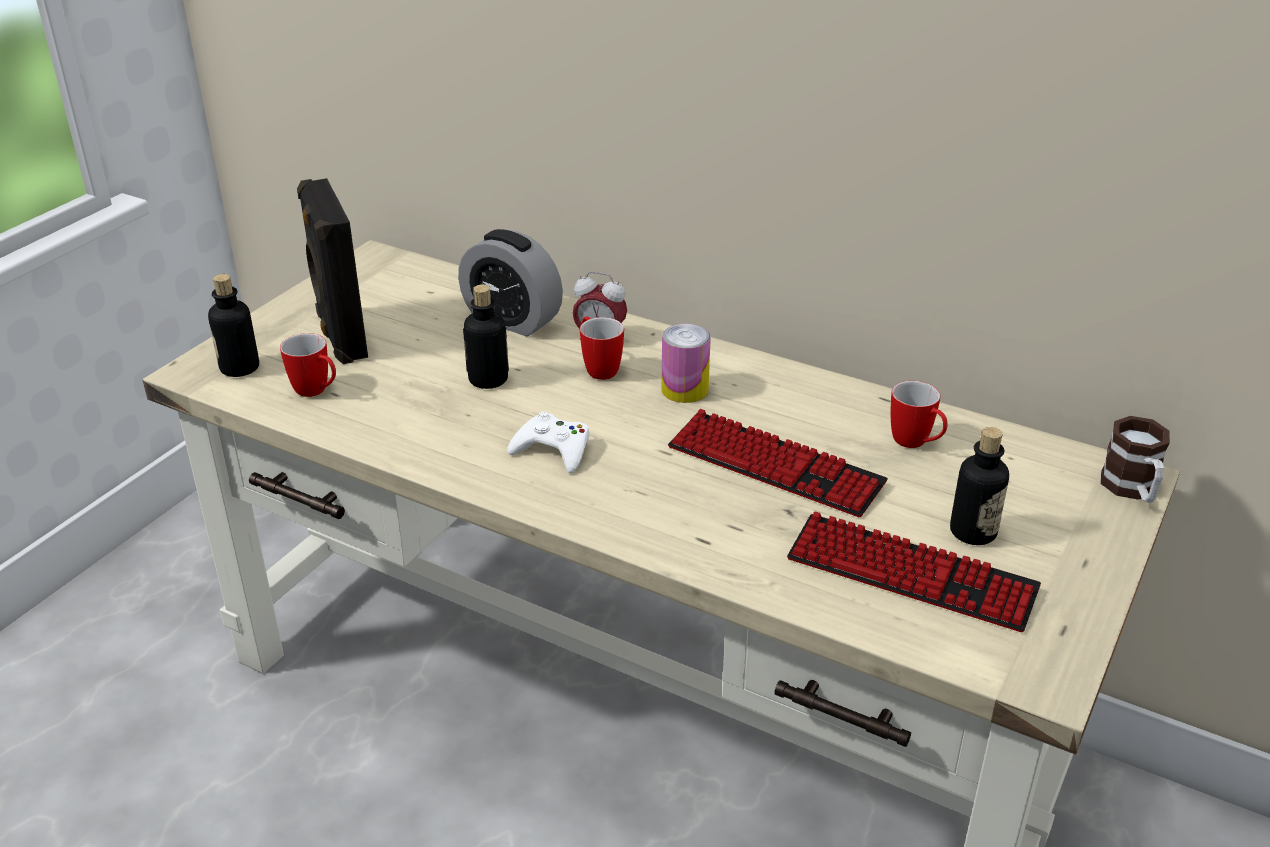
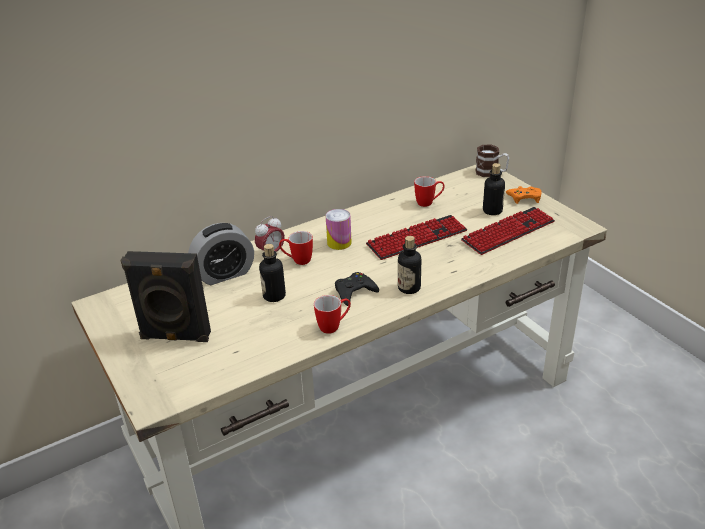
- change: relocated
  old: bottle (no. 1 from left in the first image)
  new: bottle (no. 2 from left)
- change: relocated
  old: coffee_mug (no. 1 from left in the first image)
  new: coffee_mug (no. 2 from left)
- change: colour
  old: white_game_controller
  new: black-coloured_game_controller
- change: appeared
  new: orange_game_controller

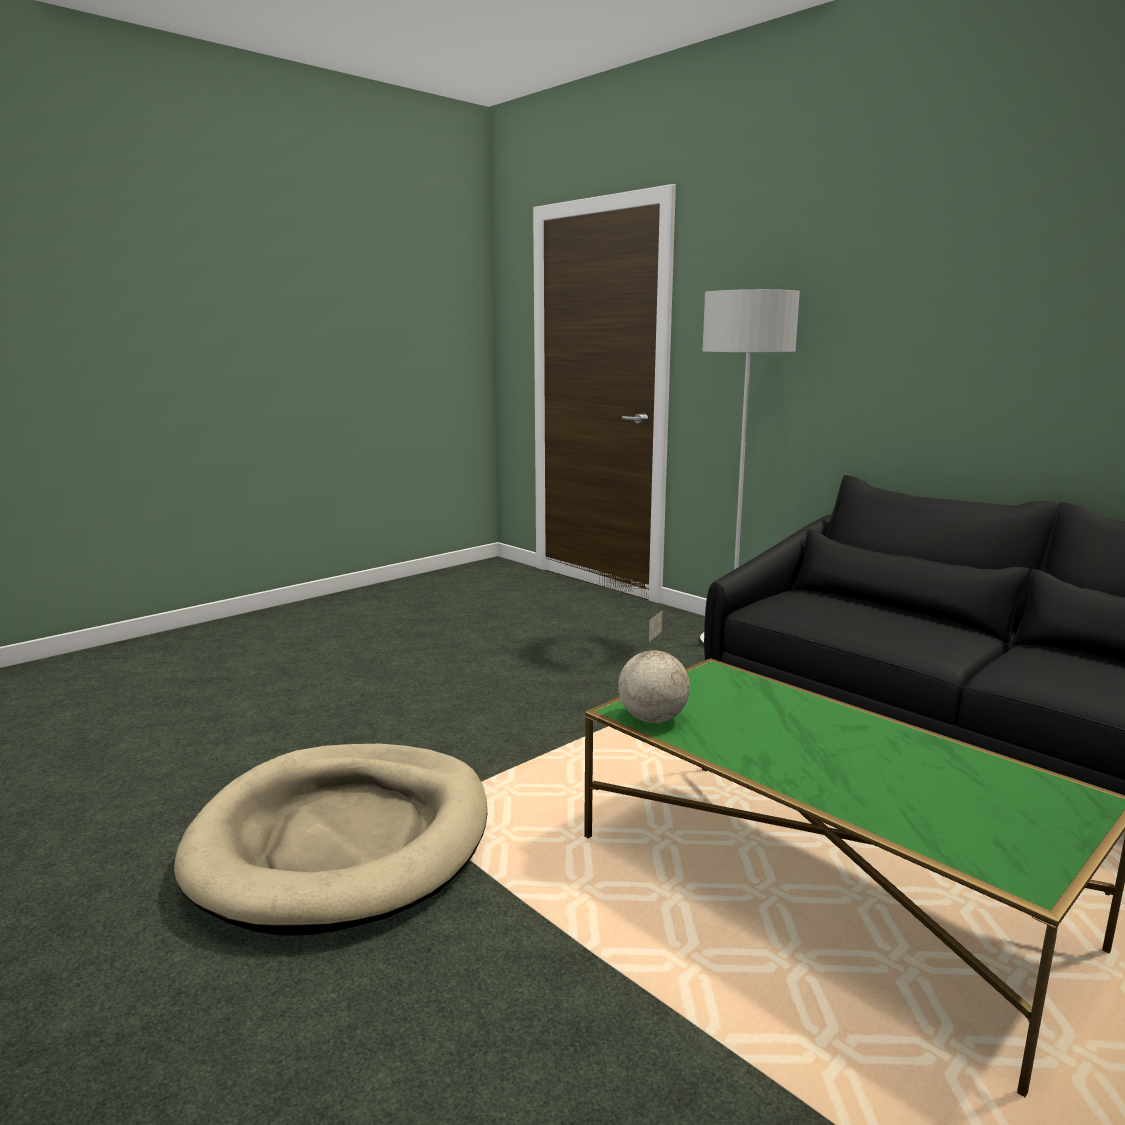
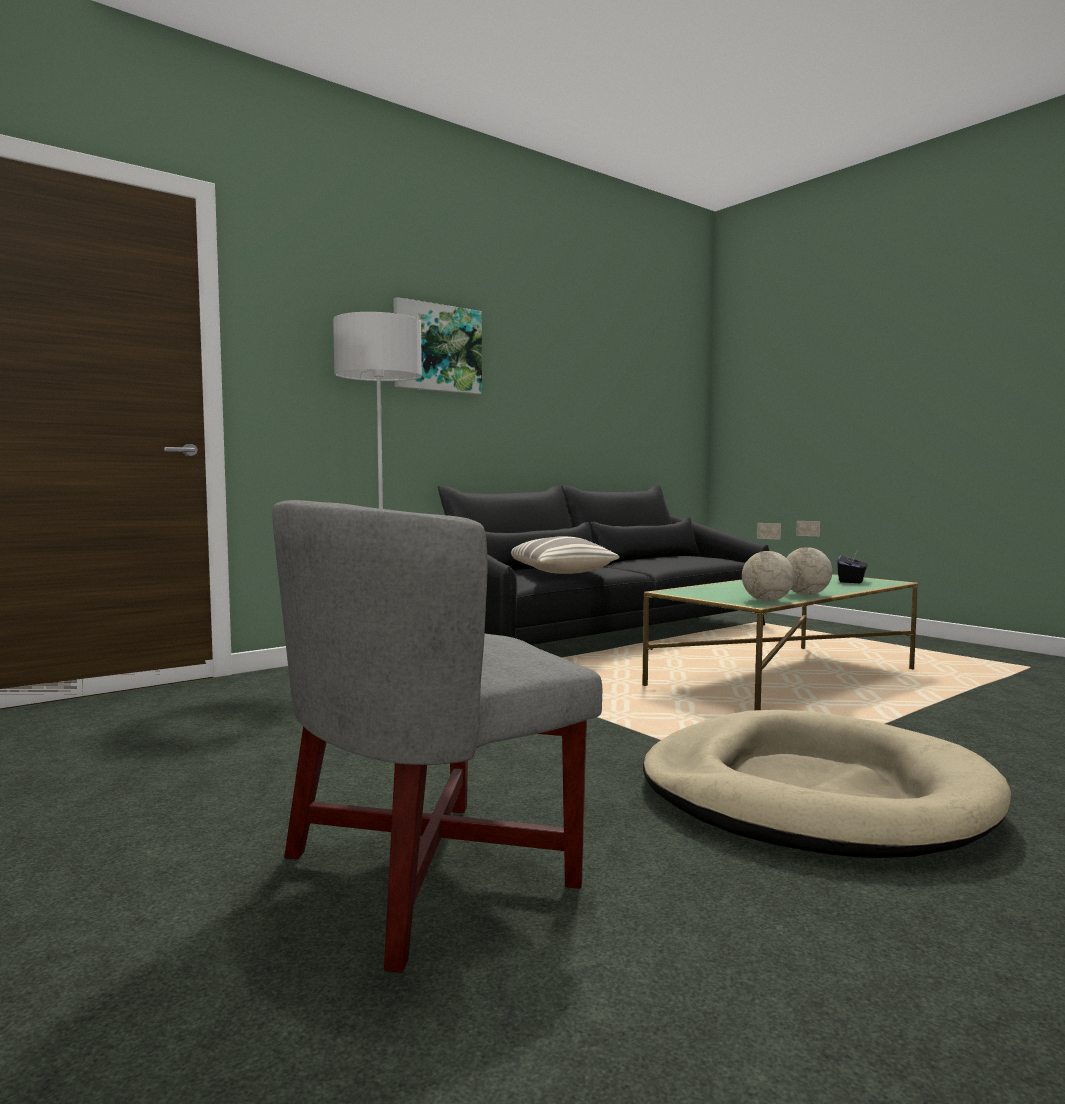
- change: appeared
  new: wall_picture
- change: appeared
  new: gray_armchair
- change: appeared
  new: globe (no. 2 from left)
- change: appeared
  new: pillow
- change: appeared
  new: black-coloured_tissue_box

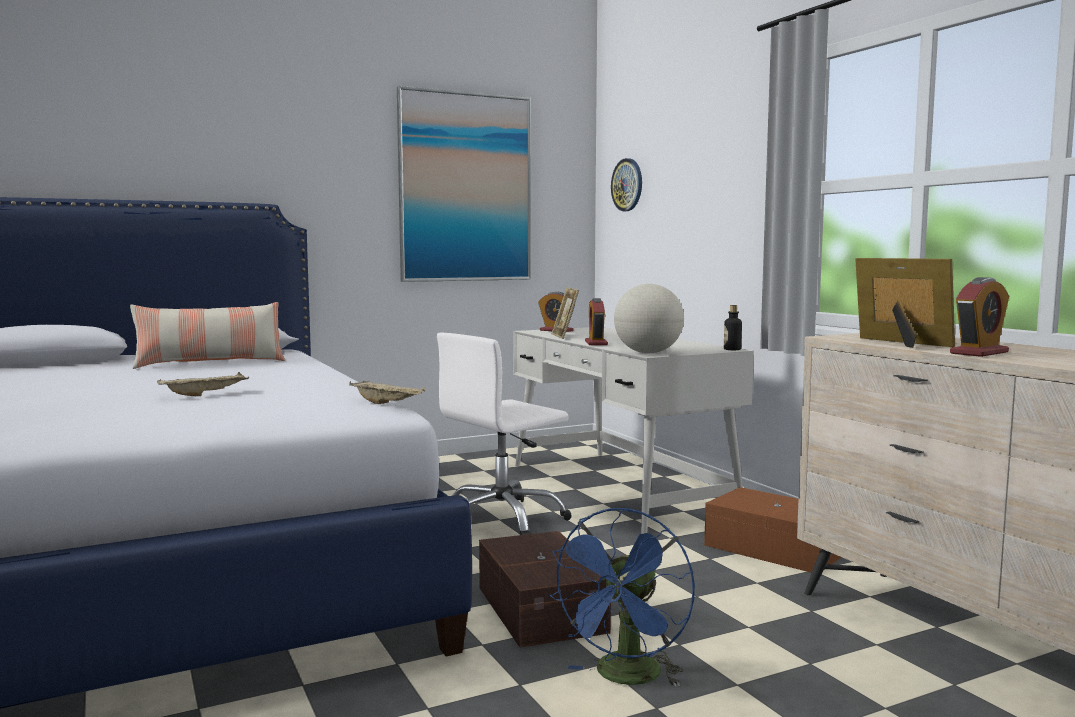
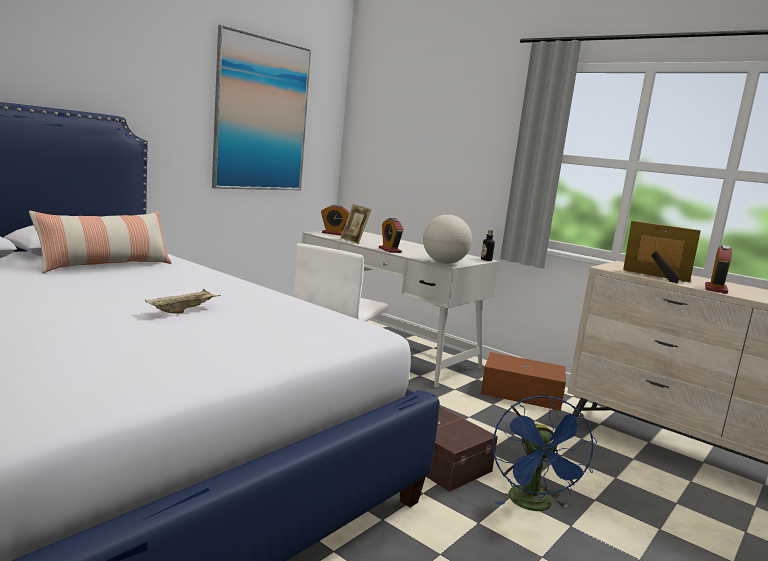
- change: missing
  old: clock_on_the_wall
- change: missing
  old: sand-coloured_tray (no. 2 from left)

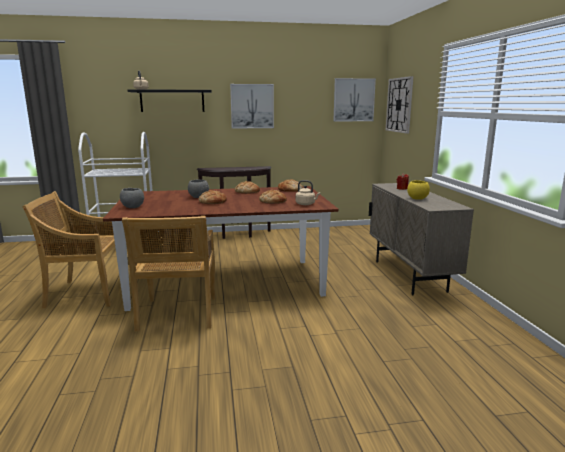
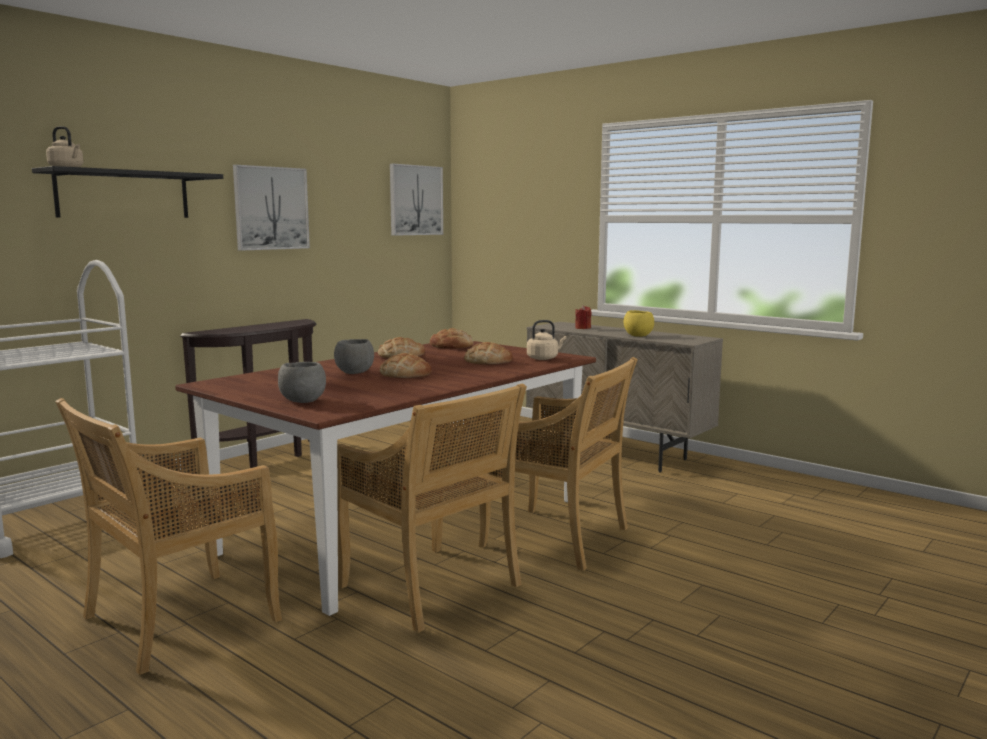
- change: missing
  old: clock_on_the_wall
- change: appeared
  new: sand-coloured_upright_chair (no. 3 from left)

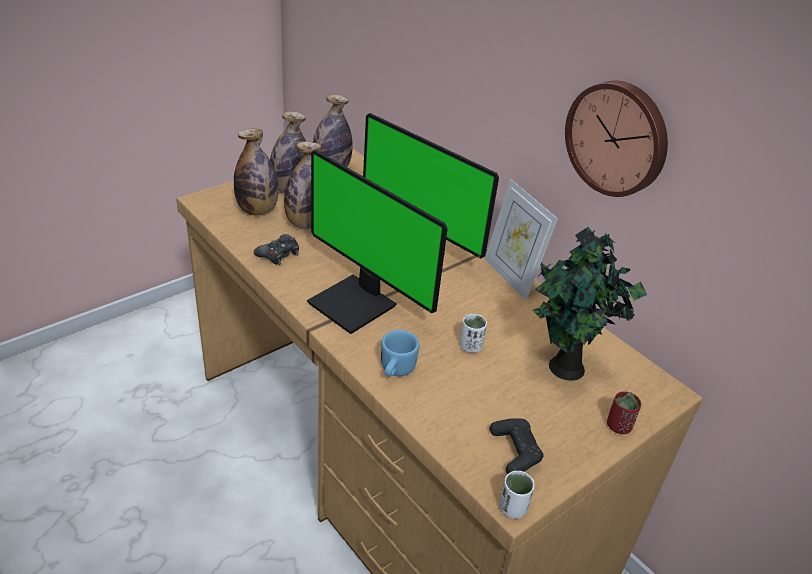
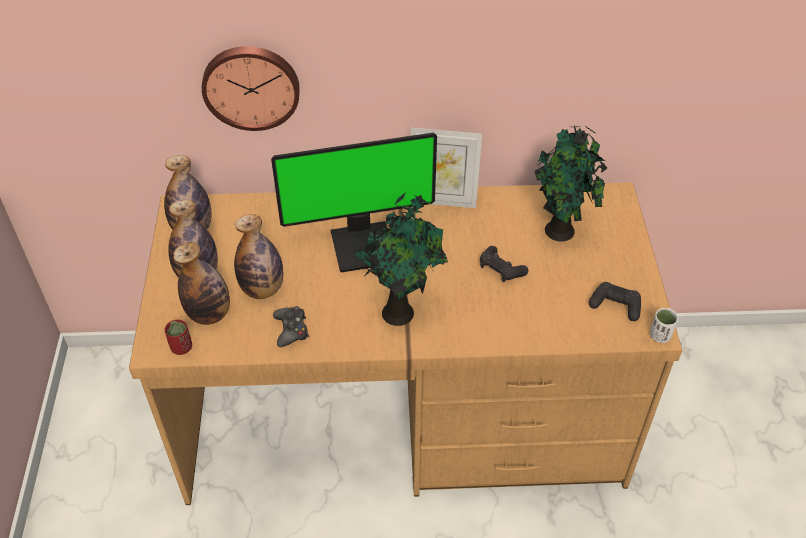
- change: relocated
  old: clock_on_the_wall
- change: exchanged
  old: computer_display (no. 1 from left)
  new: plant_in_a_pot (no. 1 from left)
- change: exchanged
  old: white_small_cup (no. 1 from left)
  new: black-coloured_game_controller (no. 2 from left)
- change: missing
  old: blue_coffee_mug
- change: relocated
  old: red_small_cup

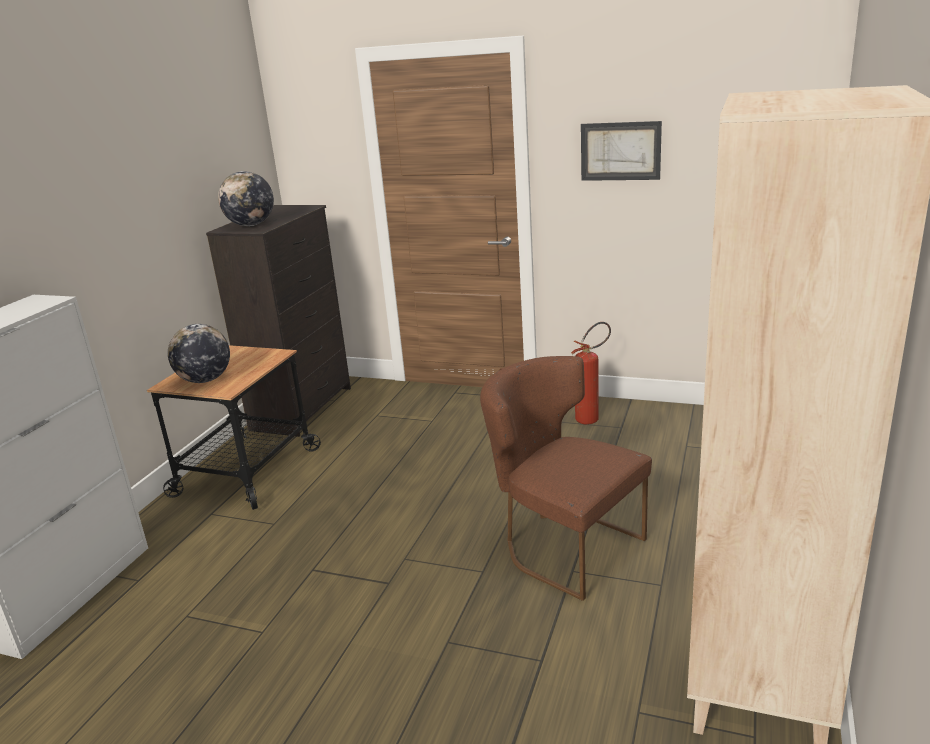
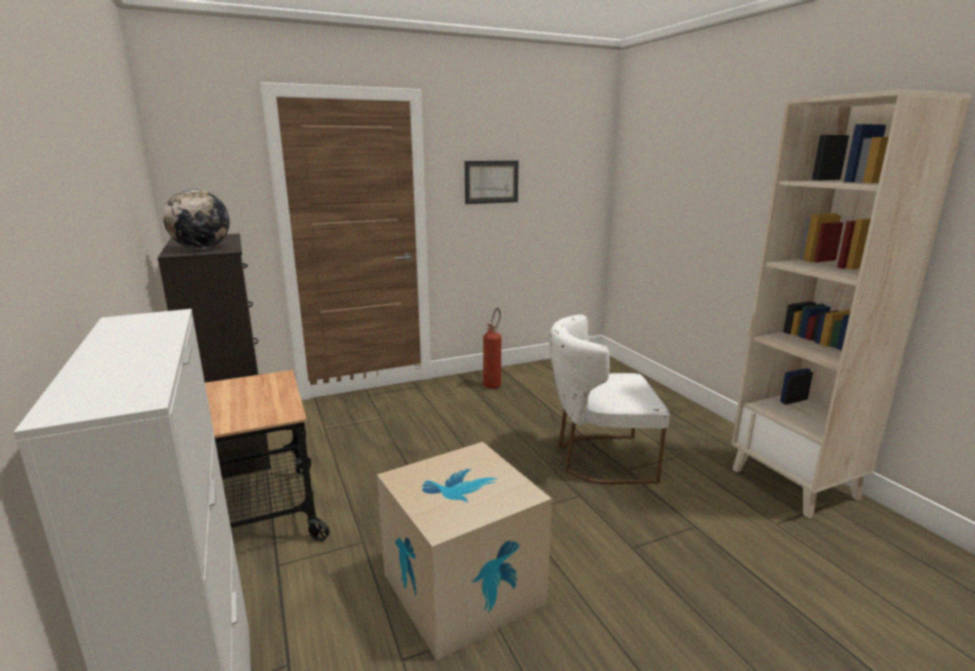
- change: missing
  old: globe (no. 1 from left)
- change: colour
  old: brown-coloured_upright_chair
  new: white_upright_chair
- change: appeared
  new: packing_box

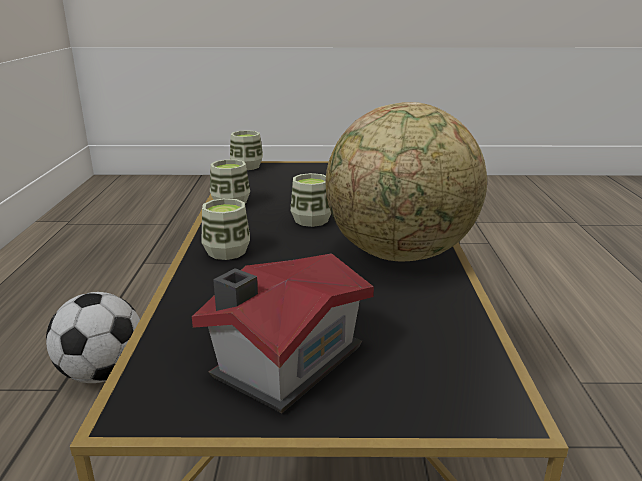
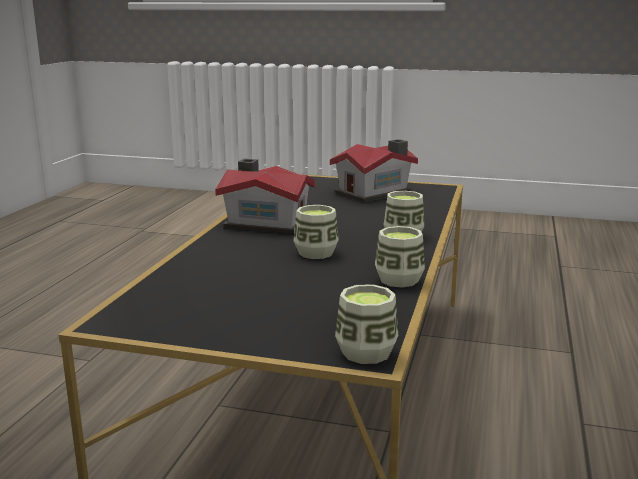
- change: exchanged
  old: globe
  new: model_house (no. 1 from left)
- change: missing
  old: ball_for_football

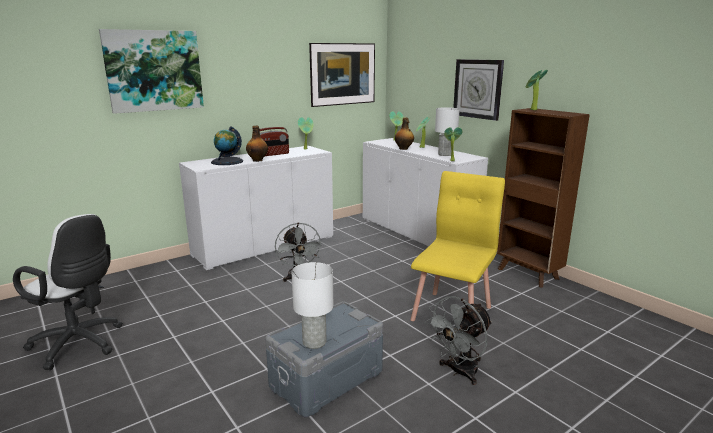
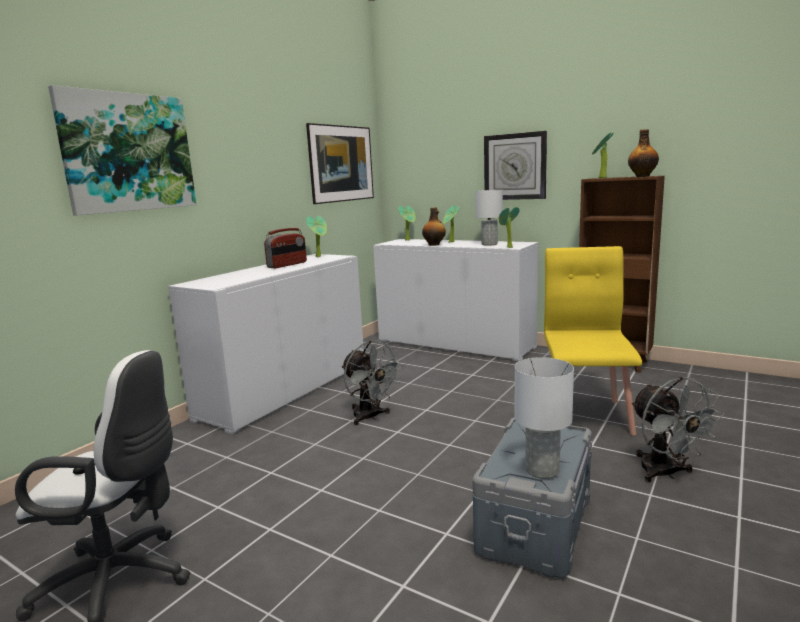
- change: missing
  old: globe
- change: relocated
  old: bottle (no. 1 from left in the first image)
  new: bottle (no. 2 from left)
- change: spun
  old: gray_cooling_fan (no. 2 from left)
  degrees: -45

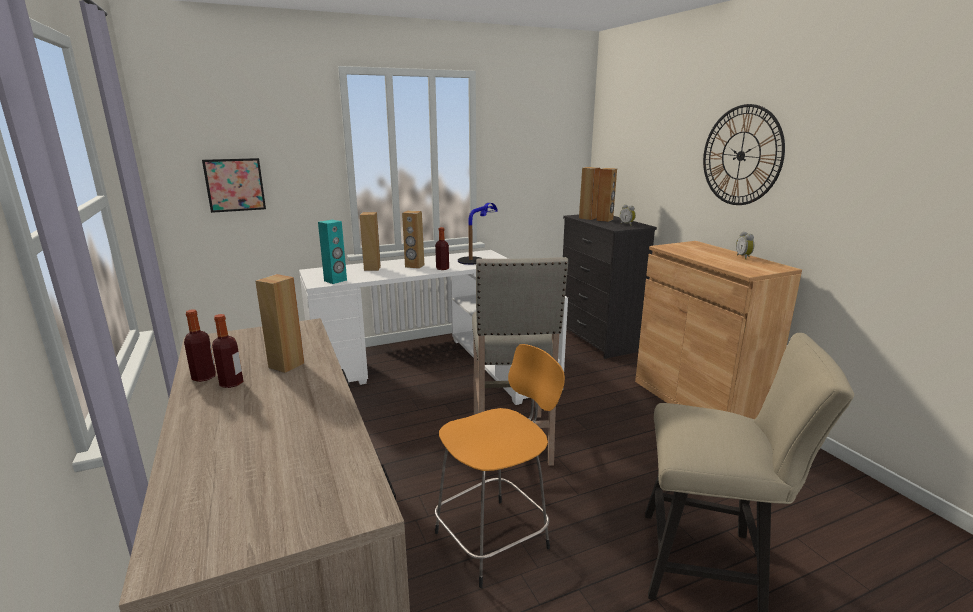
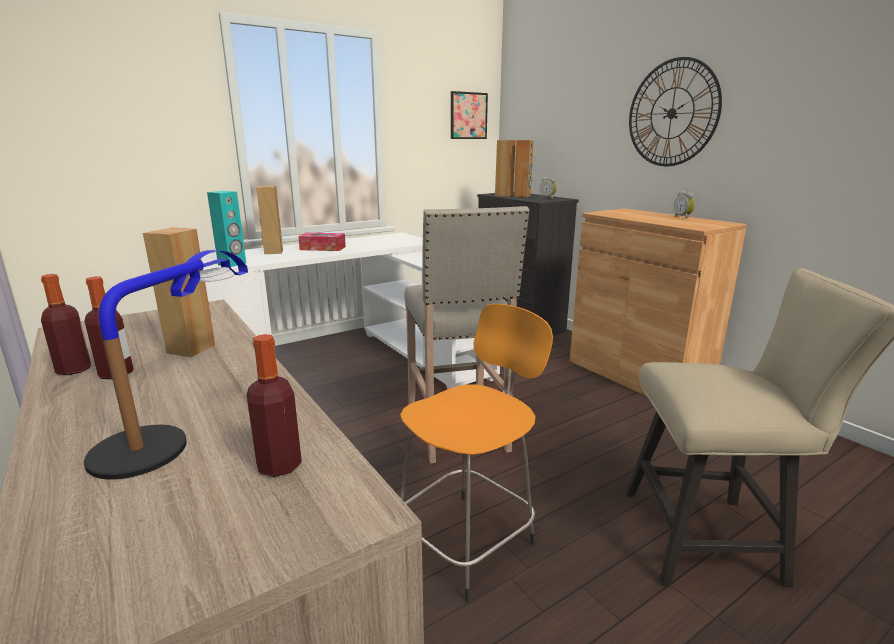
- change: relocated
  old: wall_picture
- change: relocated
  old: tabletop_lamp
- change: exchanged
  old: brown-coloured_speaker (no. 3 from left)
  new: tissue_box
- change: relocated
  old: bottle (no. 3 from left)

